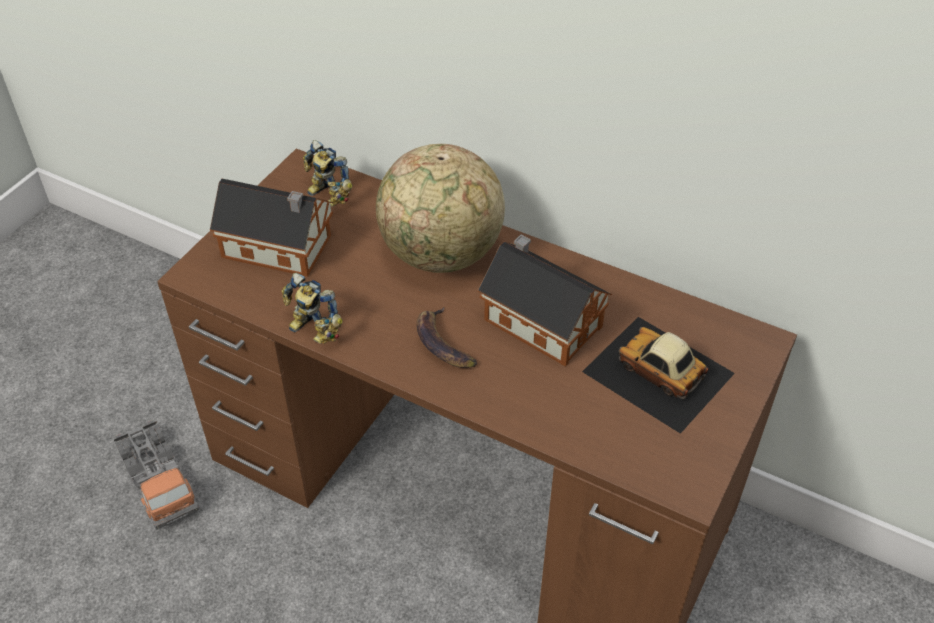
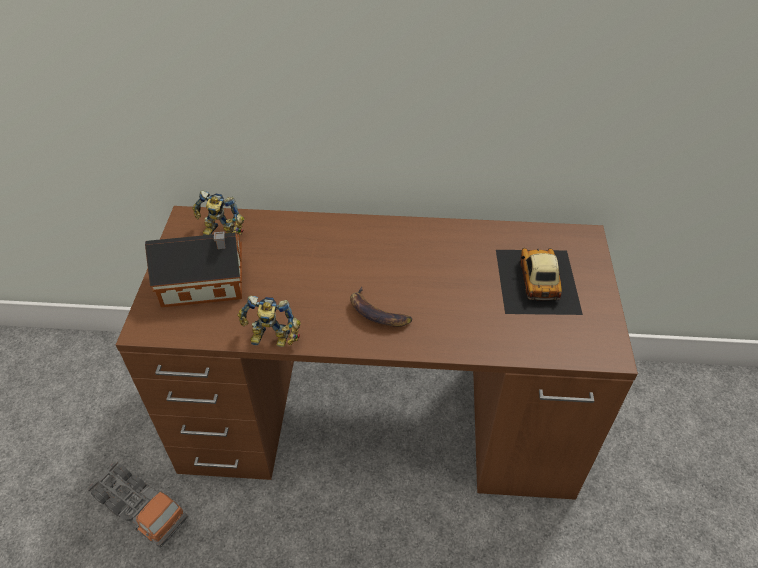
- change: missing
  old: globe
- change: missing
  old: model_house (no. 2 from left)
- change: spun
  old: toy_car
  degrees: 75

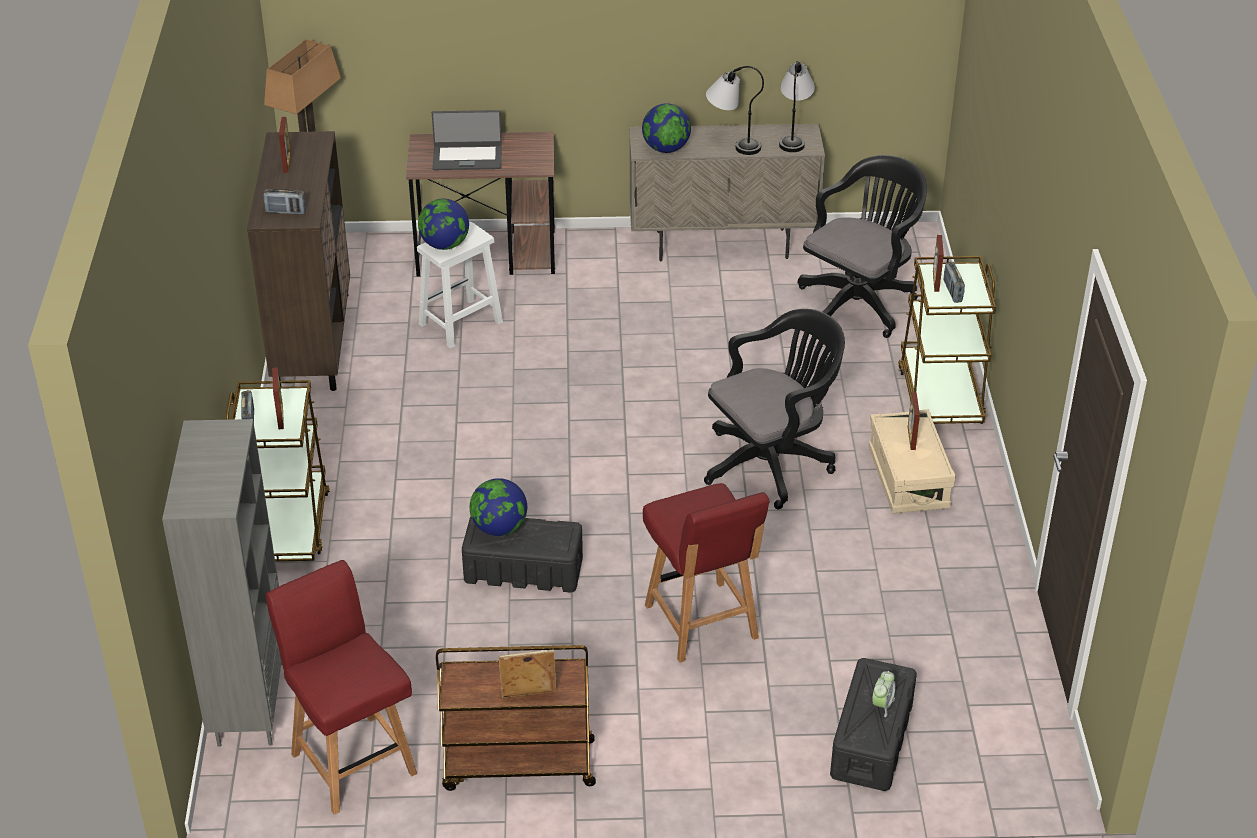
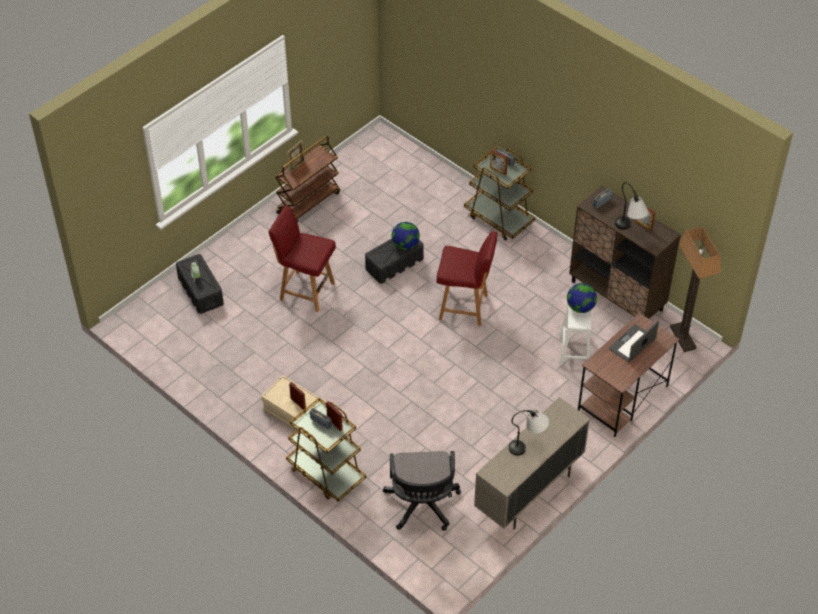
- change: relocated
  old: tabletop_lamp (no. 2 from left)
- change: missing
  old: globe (no. 3 from left)
- change: missing
  old: black-coloured_desk_chair (no. 1 from left)
- change: missing
  old: gray_shelving_unit
- change: relocated
  old: red_upright_chair (no. 1 from left in the first image)
  new: red_upright_chair (no. 2 from left)

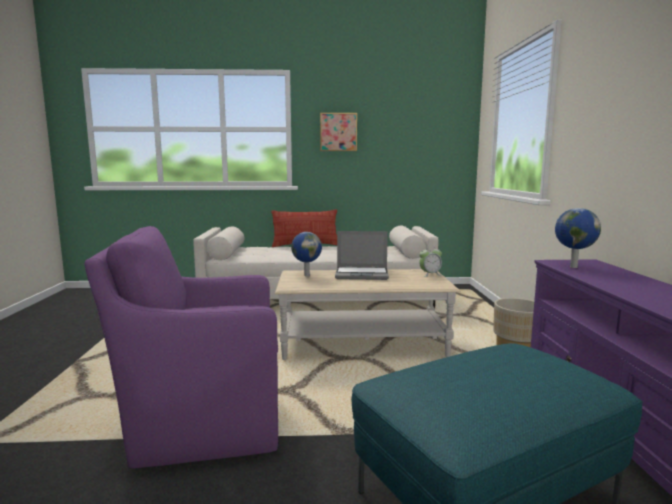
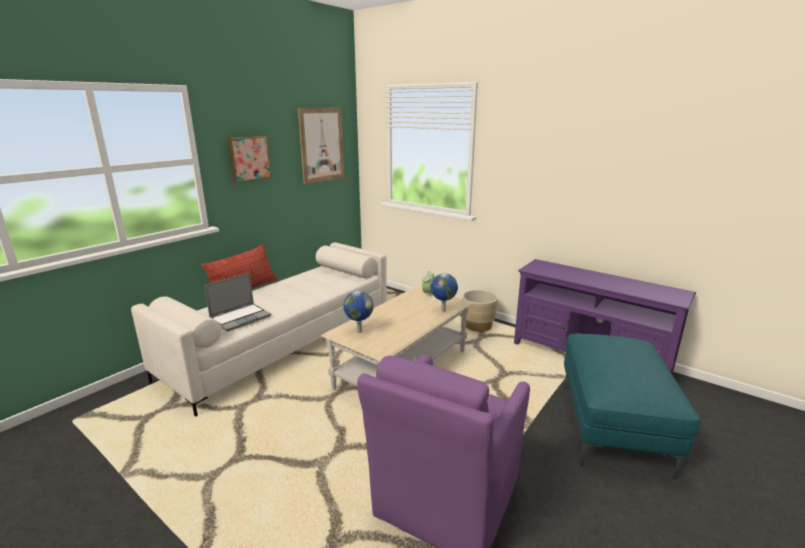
- change: relocated
  old: globe (no. 2 from left)
- change: relocated
  old: portable_computer
- change: appeared
  new: wall_picture (no. 2 from left)

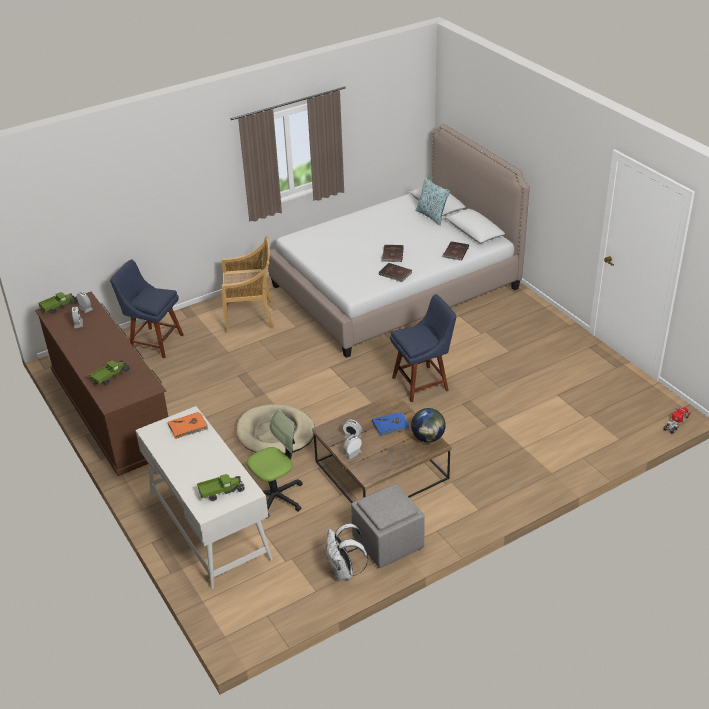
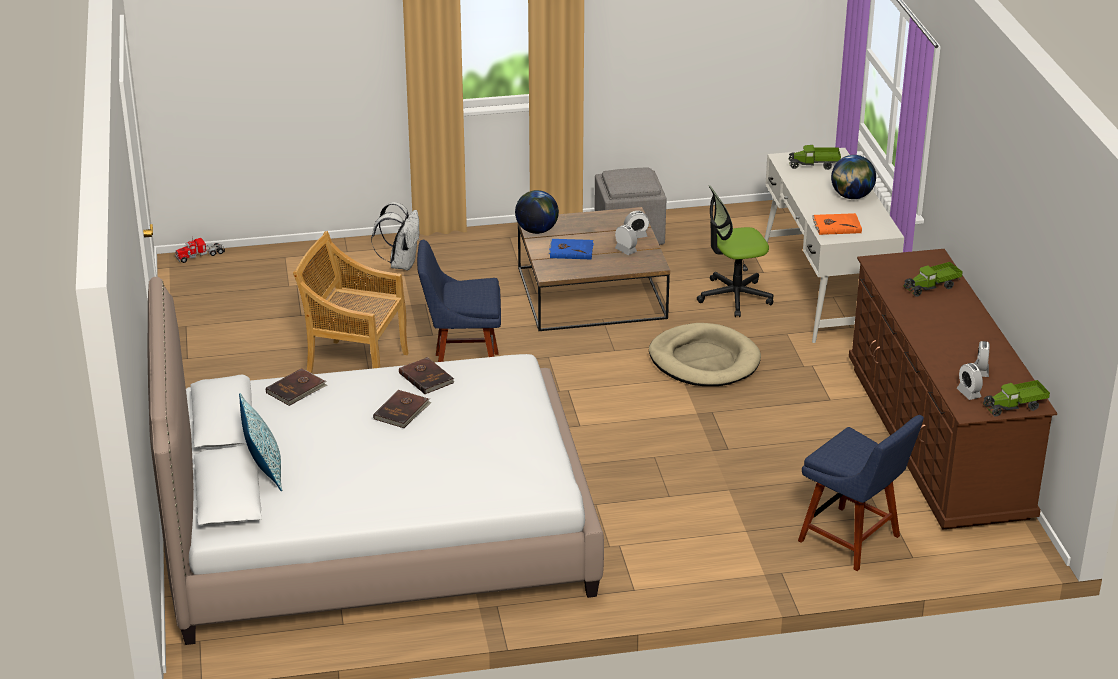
- change: relocated
  old: sand-coloured_upright_chair
- change: relocated
  old: white_backpack
- change: appeared
  new: globe (no. 2 from left)

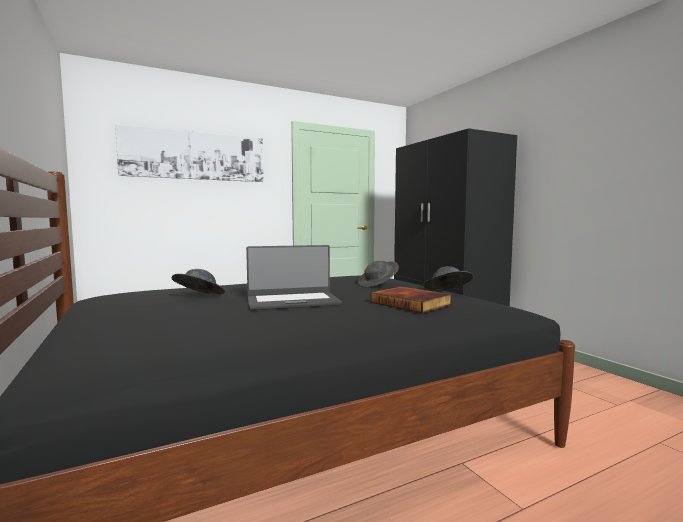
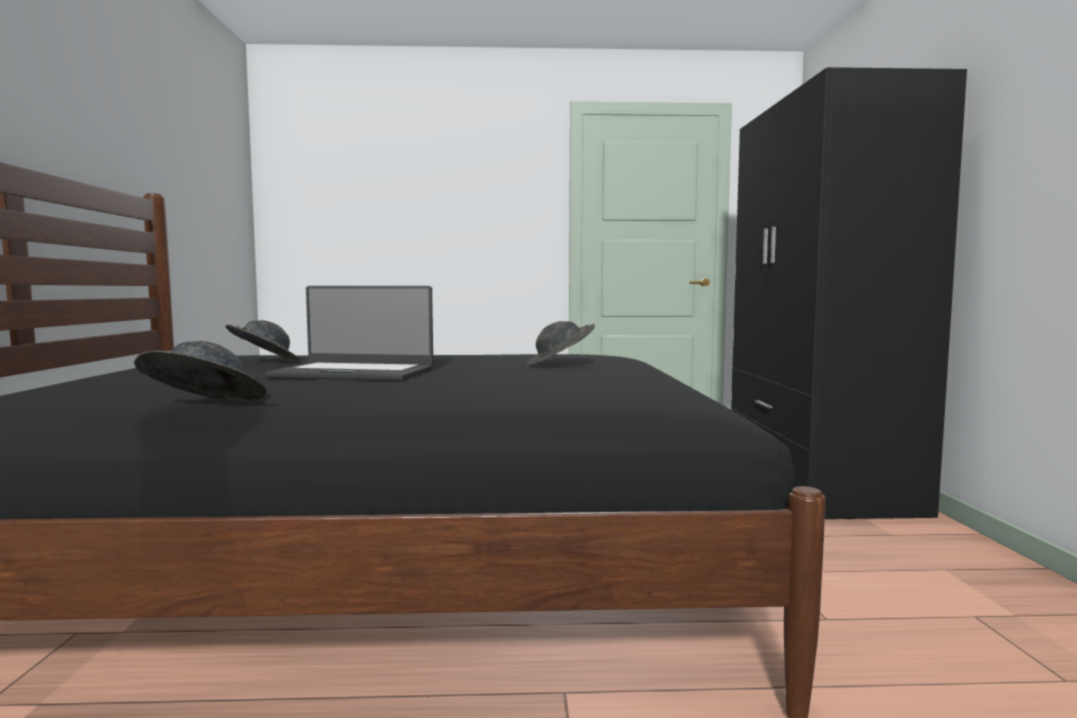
- change: missing
  old: wall_picture
- change: relocated
  old: gray_hat (no. 3 from left in the first image)
  new: gray_hat (no. 1 from left)
- change: missing
  old: volume

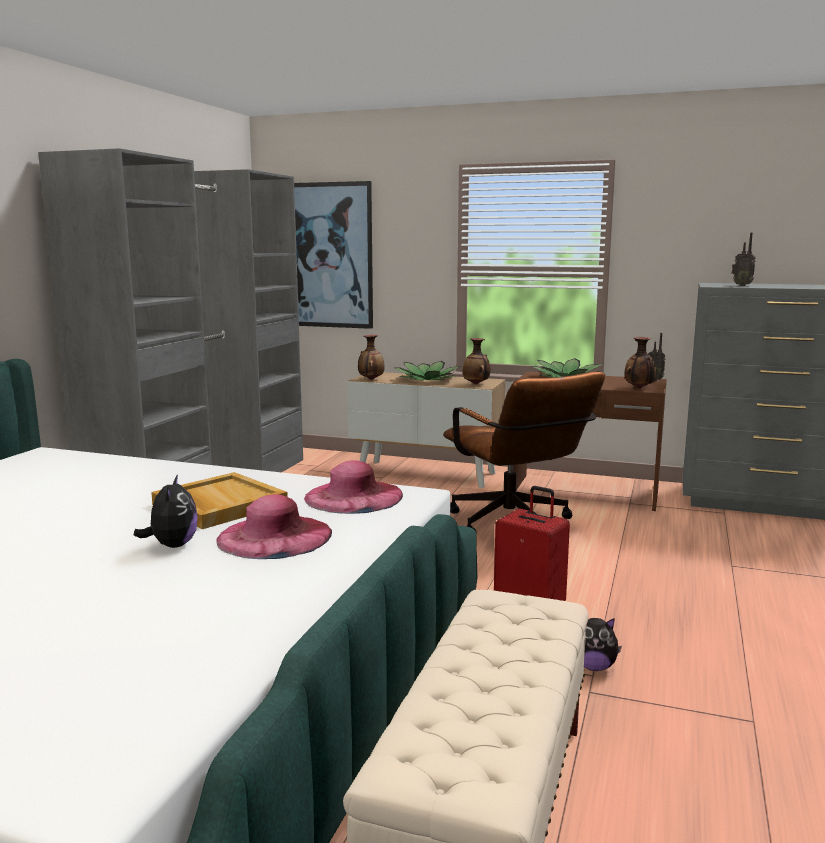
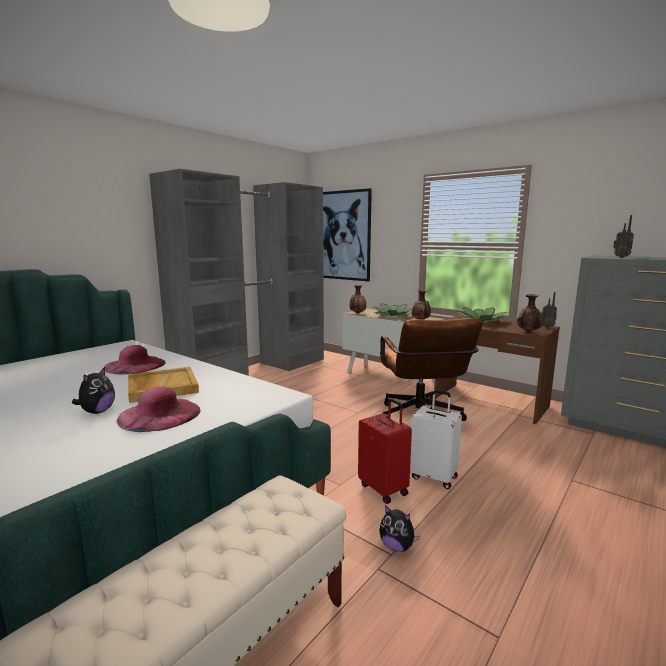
- change: relocated
  old: pinkish_hat (no. 2 from left in the first image)
  new: pinkish_hat (no. 1 from left)
- change: appeared
  new: white_piece_of_luggage

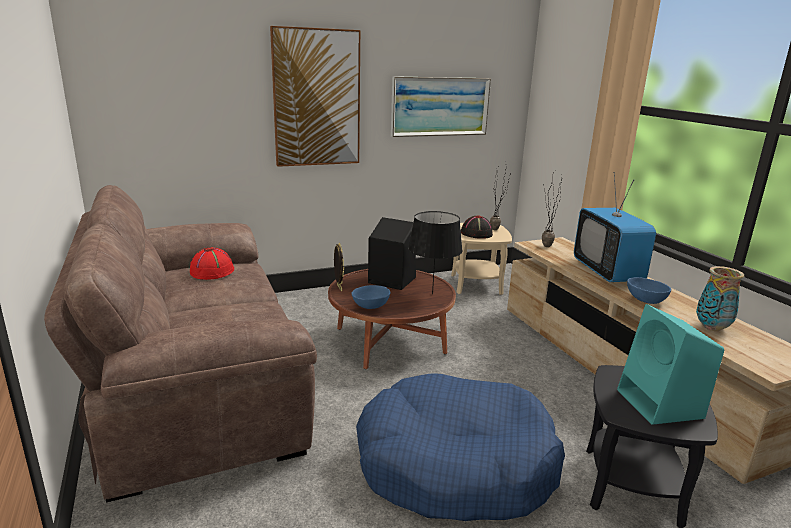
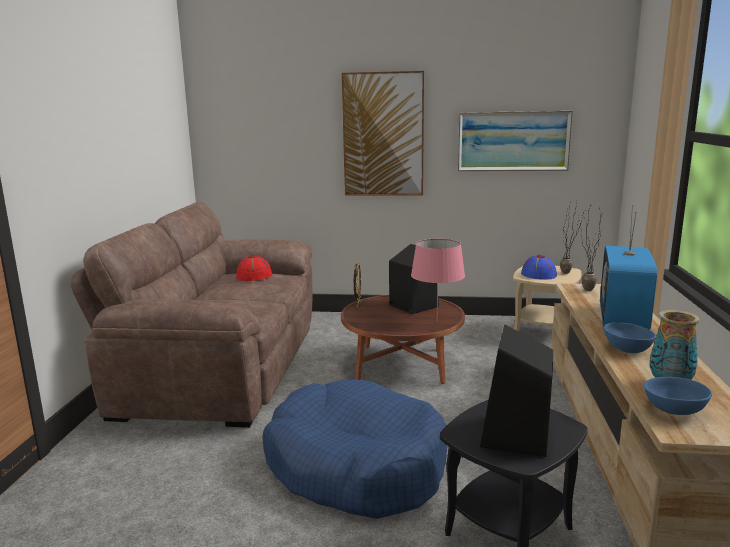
- change: colour
  old: black-coloured_tabletop_lamp
  new: pinkish_tabletop_lamp
- change: colour
  old: black-coloured_hat
  new: blue_hat
- change: relocated
  old: blue_bowl (no. 1 from left in the first image)
  new: blue_bowl (no. 2 from left)
- change: colour
  old: turquoise_speaker
  new: black-coloured_speaker (no. 2 from left)

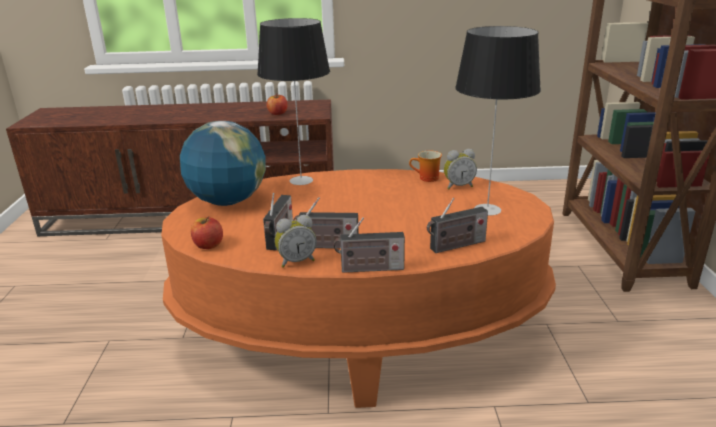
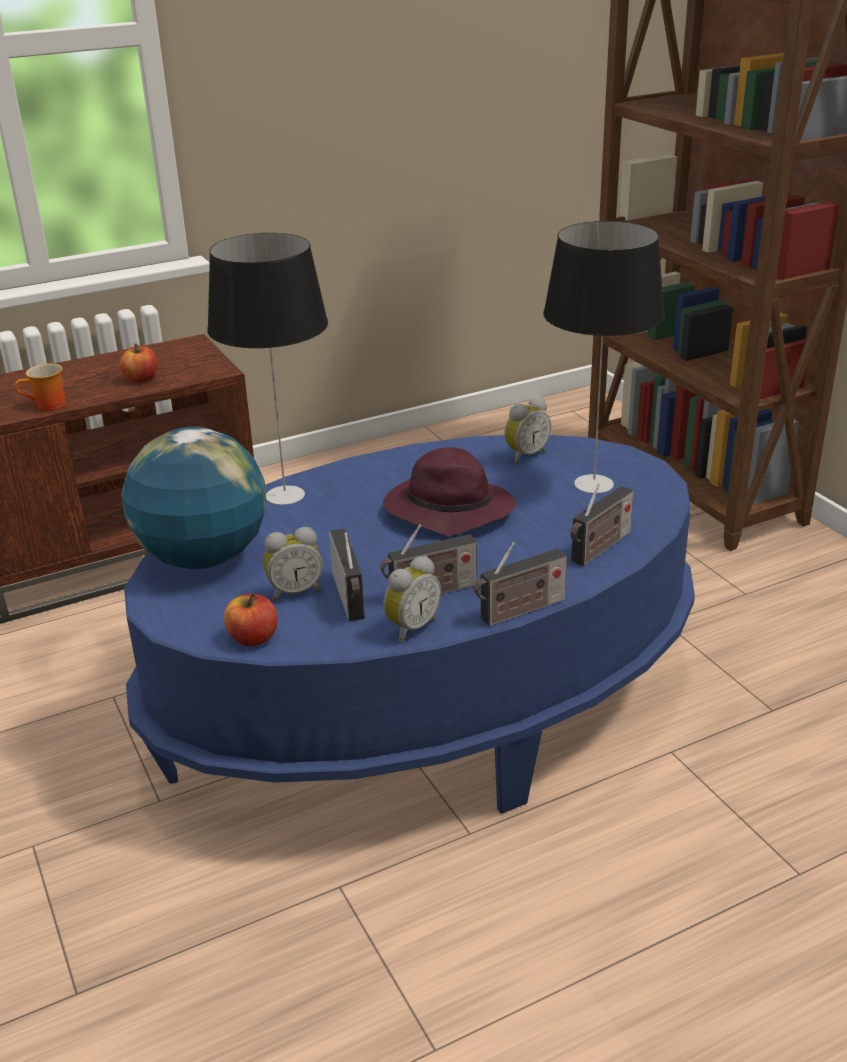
- change: relocated
  old: coffee_mug
- change: colour
  old: orange_lounge_table
  new: blue_lounge_table
- change: appeared
  new: purple-coloured_hat
- change: appeared
  new: bedside_clock (no. 1 from left)

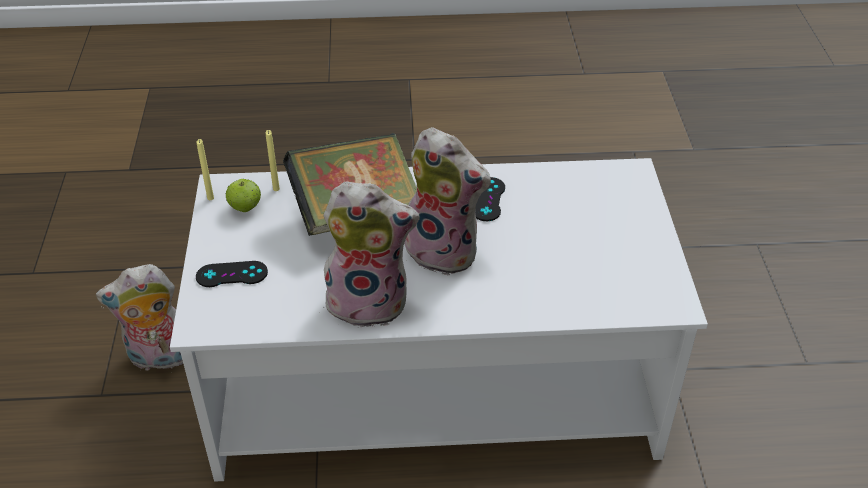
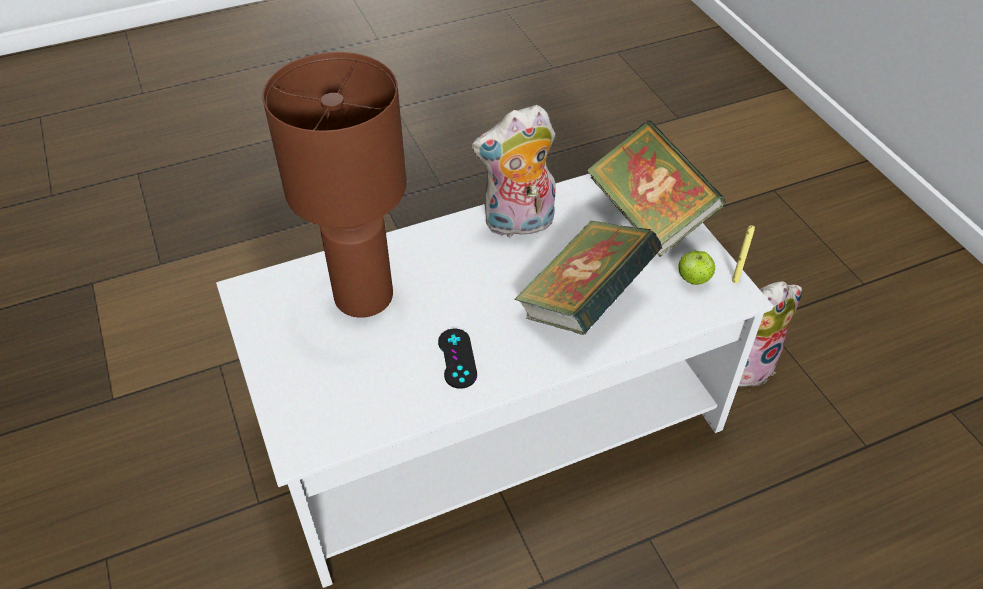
- change: missing
  old: plush_toy (no. 3 from left)
- change: missing
  old: yellow_candle (no. 2 from left)
- change: exchanged
  old: black-coloured_game_controller (no. 1 from left)
  new: volume (no. 2 from left)
- change: appeared
  new: brown-coloured_tabletop_lamp

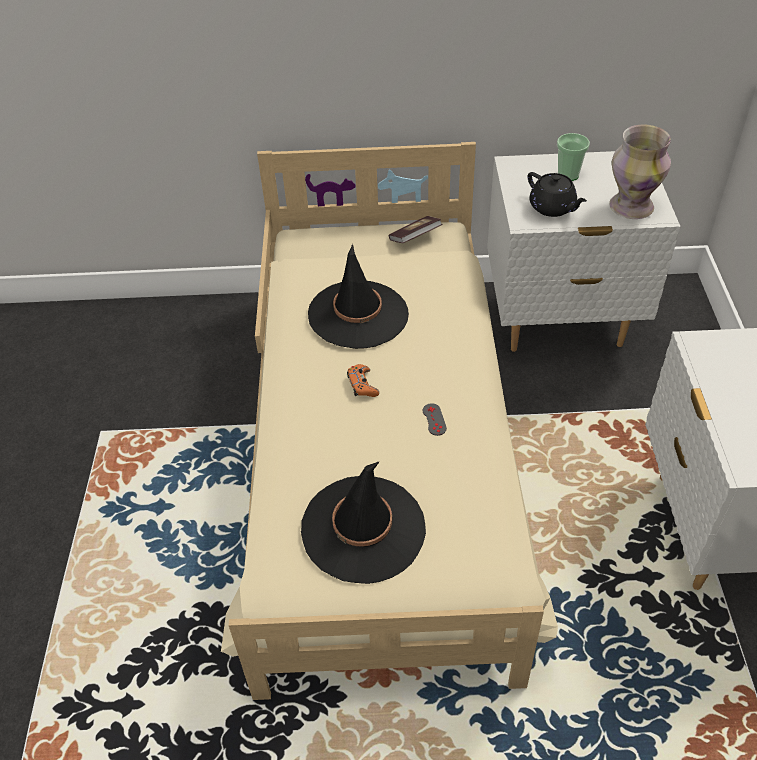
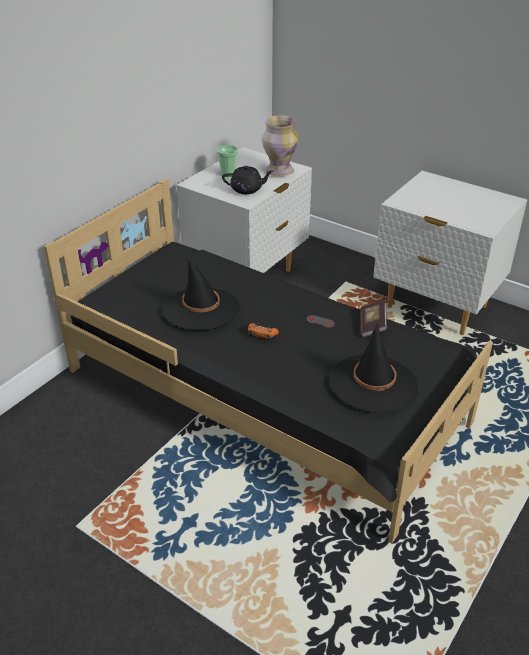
- change: colour
  old: sand-coloured_sleeping_bed
  new: black-coloured_sleeping_bed
- change: relocated
  old: volume

